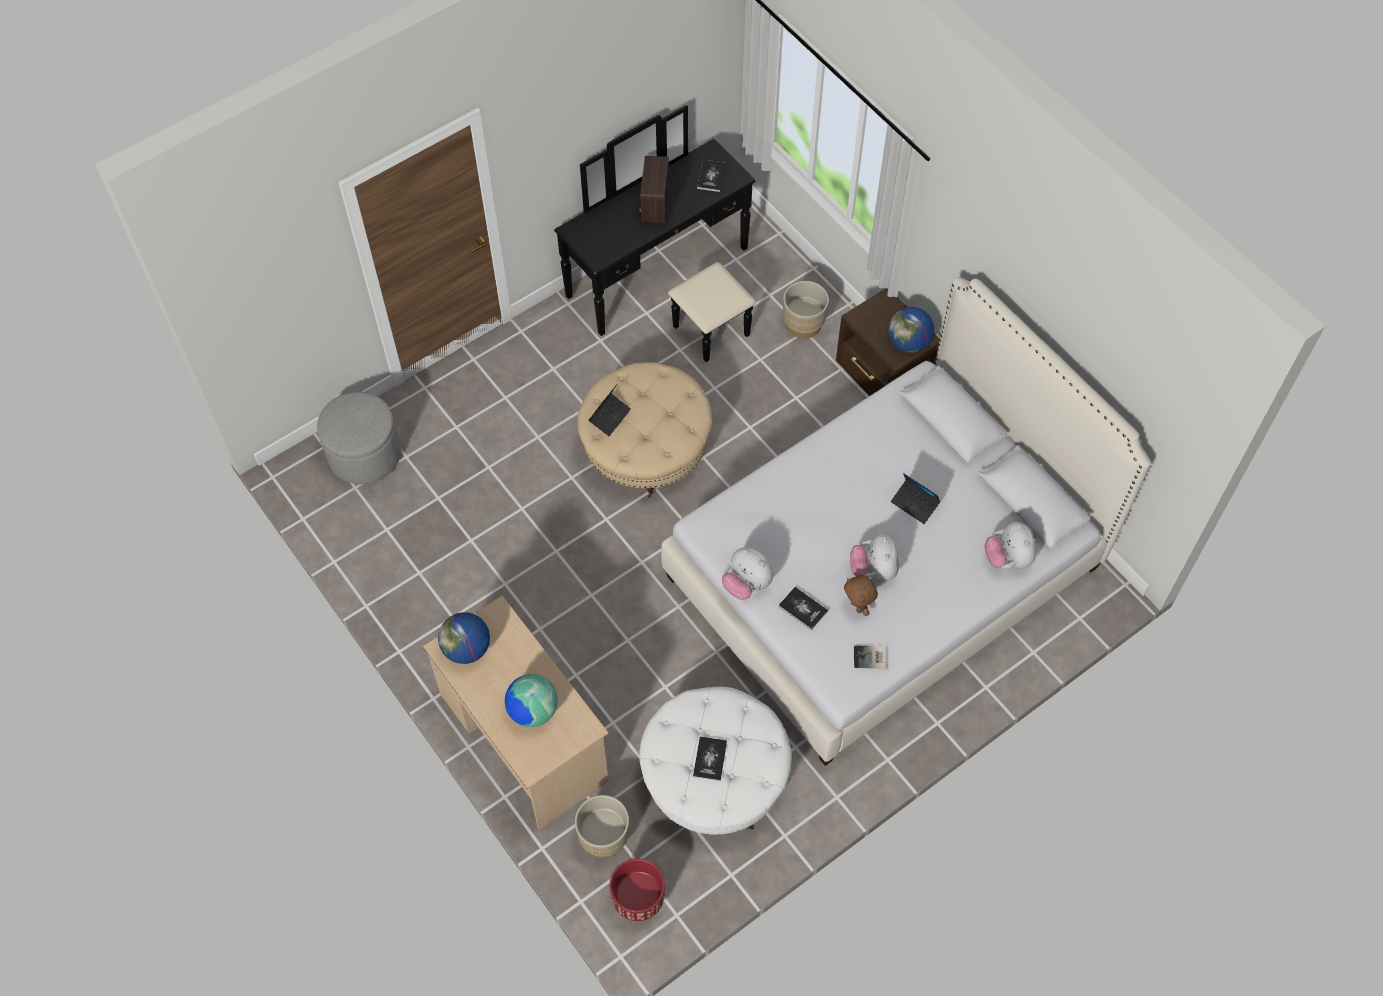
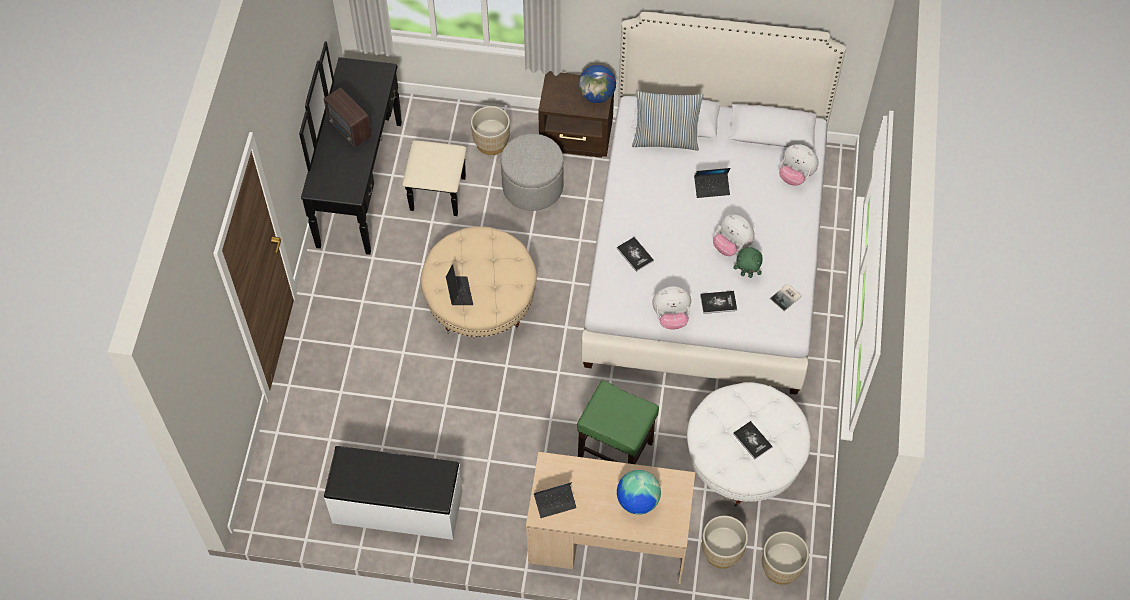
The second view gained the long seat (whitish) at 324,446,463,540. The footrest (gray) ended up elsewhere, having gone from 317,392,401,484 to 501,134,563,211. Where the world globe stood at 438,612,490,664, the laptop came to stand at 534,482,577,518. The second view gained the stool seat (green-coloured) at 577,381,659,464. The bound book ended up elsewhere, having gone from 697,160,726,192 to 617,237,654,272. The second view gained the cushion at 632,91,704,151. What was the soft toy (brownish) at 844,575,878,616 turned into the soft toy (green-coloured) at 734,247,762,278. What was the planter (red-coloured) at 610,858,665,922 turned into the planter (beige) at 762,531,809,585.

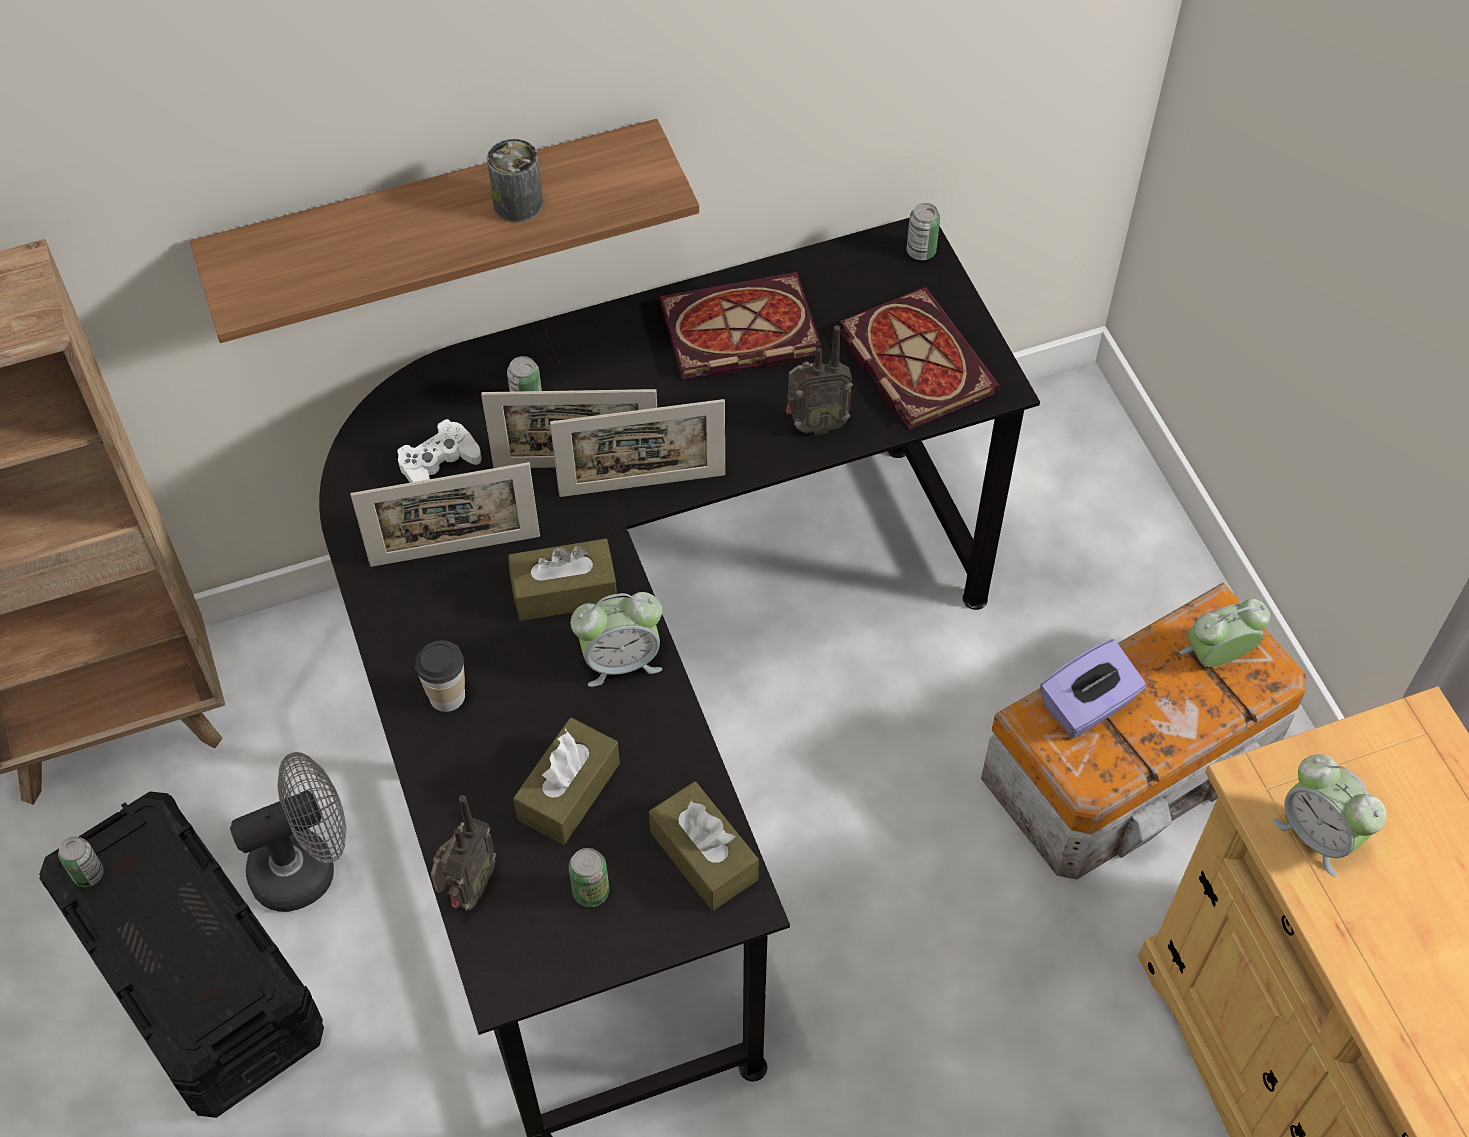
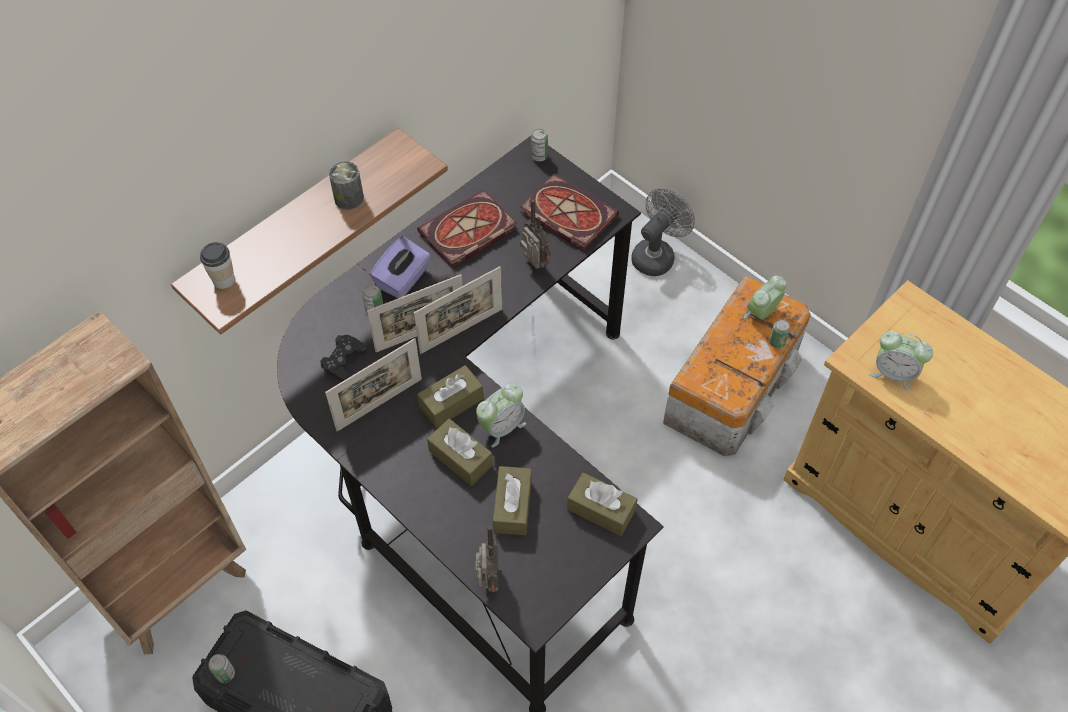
The small cup ended up elsewhere, having gone from 415,641,465,712 to 200,242,235,289. What was the gamepad (whitish) at 397,419,482,483 turned into the gamepad (black-coloured) at 320,335,367,382. The box of tissues (purple) ended up elsewhere, having gone from 1040,639,1146,738 to 370,236,431,298. The second view gained the box of tissues (brownish) at 427,419,493,486. The radio receiver at 786,325,853,435 ended up facing another way, 90 degrees counterclockwise from before. The fan (gray) ended up elsewhere, having gone from 230,752,347,912 to 631,188,695,276. The sealed can ended up elsewhere, having gone from 569,848,609,907 to 769,319,790,349.

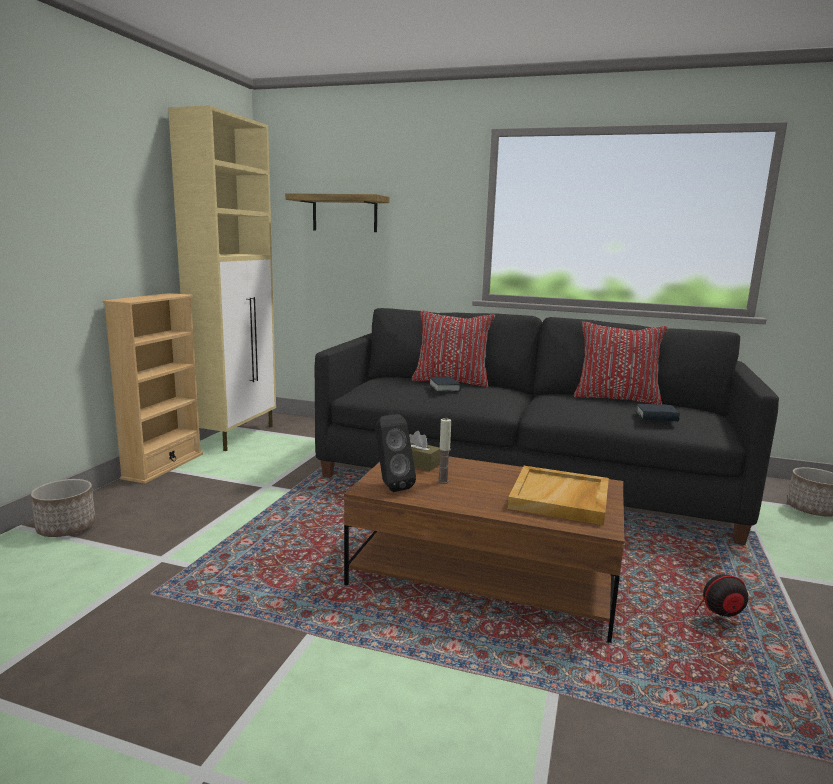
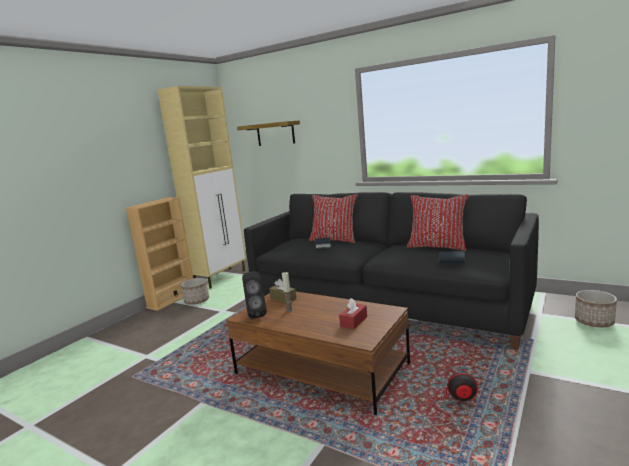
The planter ended up elsewhere, having gone from 31,479,95,537 to 181,278,209,305. Where the tray (beige) stood at 508,466,609,525, the box of tissues (red-coloured) came to stand at 339,298,367,329.

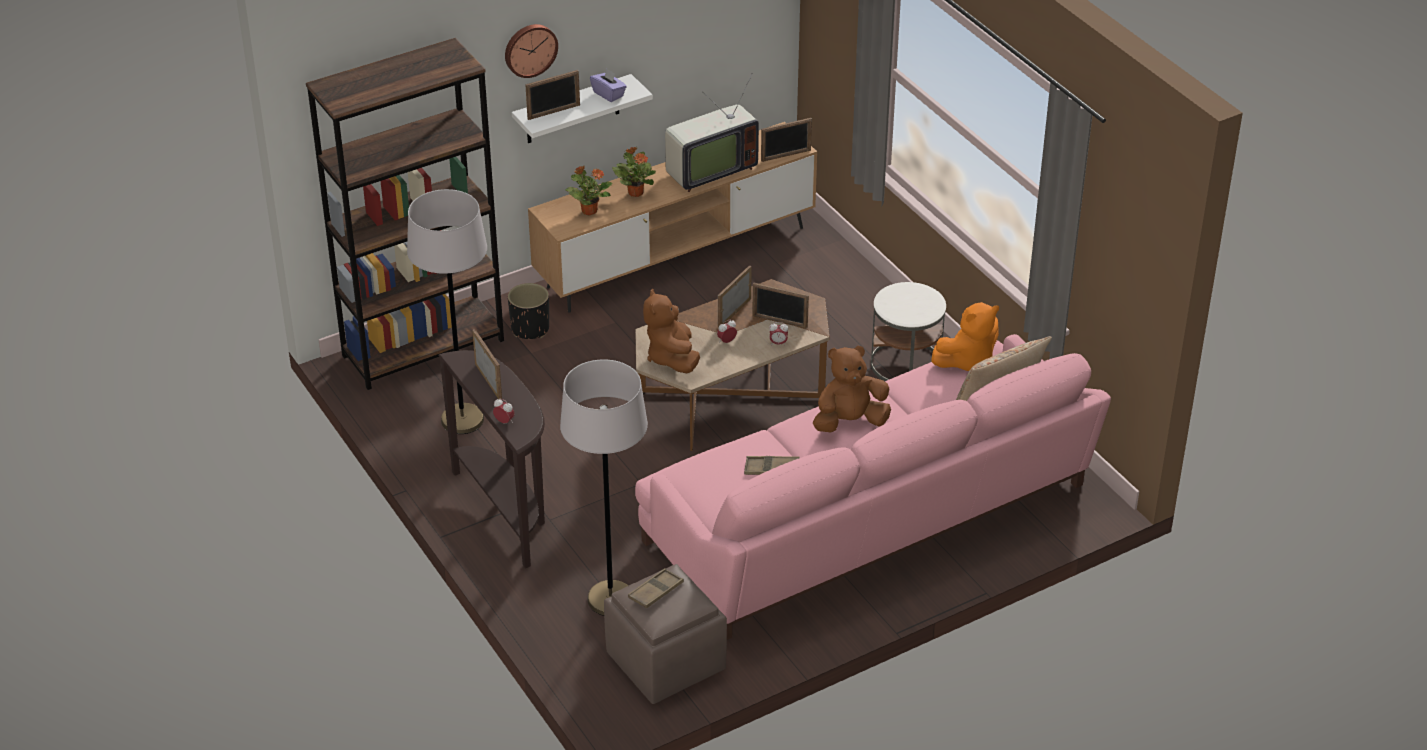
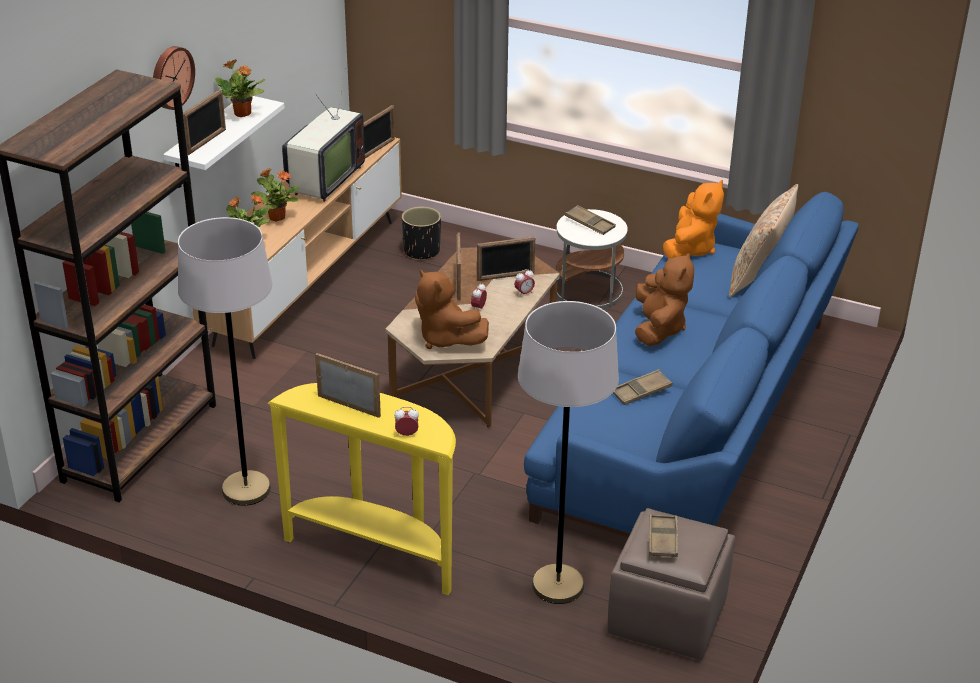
Where the box of tissues (purple) stood at 590,68,627,102, the potted plant came to stand at 215,59,265,117. What was the console table (brownish) at 438,350,545,568 turned into the console table (yellowish) at 267,383,456,595. The planter (black-coloured) ended up elsewhere, having gone from 508,283,549,339 to 402,207,441,260. What was the sofa (pink) at 635,334,1111,640 turned into the sofa (blue-coloured) at 524,192,859,537. The second view gained the tray (brownish) at 565,205,616,235. The soft toy (brownish) at 813,346,891,433 ended up facing another way, 150 degrees clockwise from before.

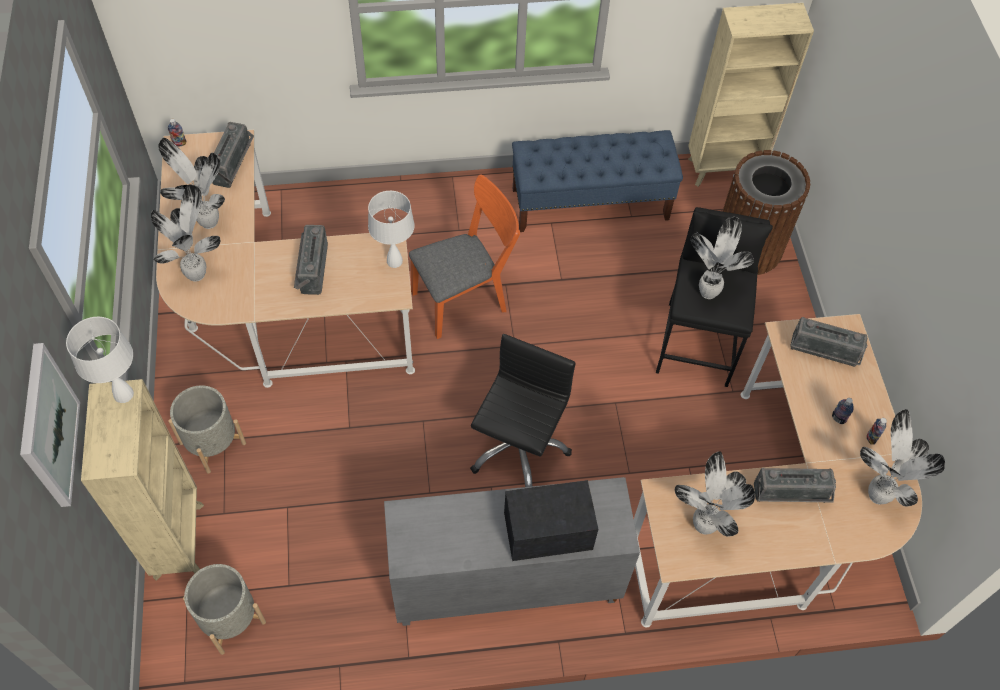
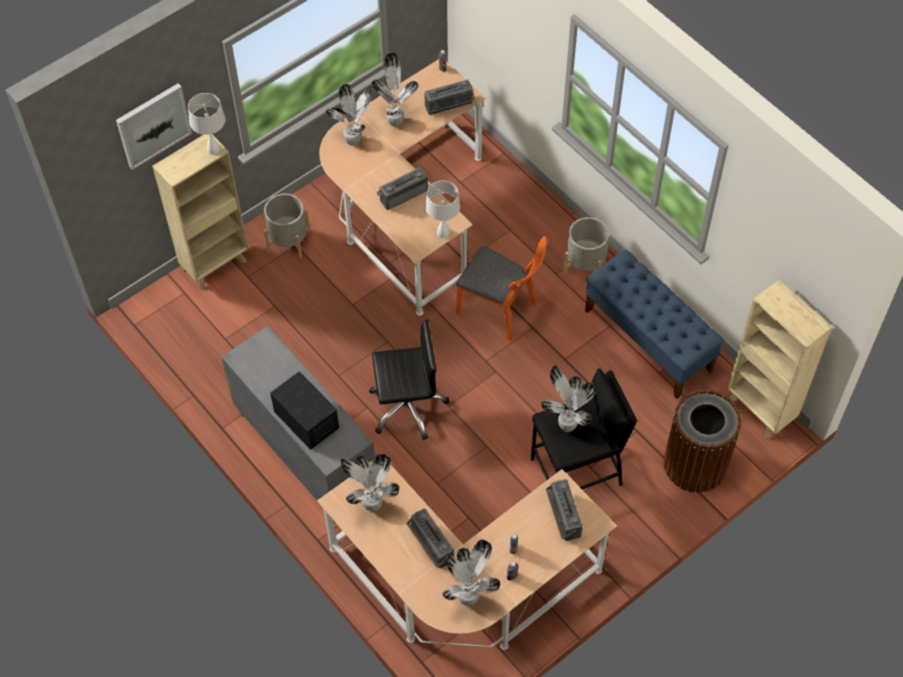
The planter (gray) ended up elsewhere, having gone from 183,564,266,655 to 563,217,610,275.

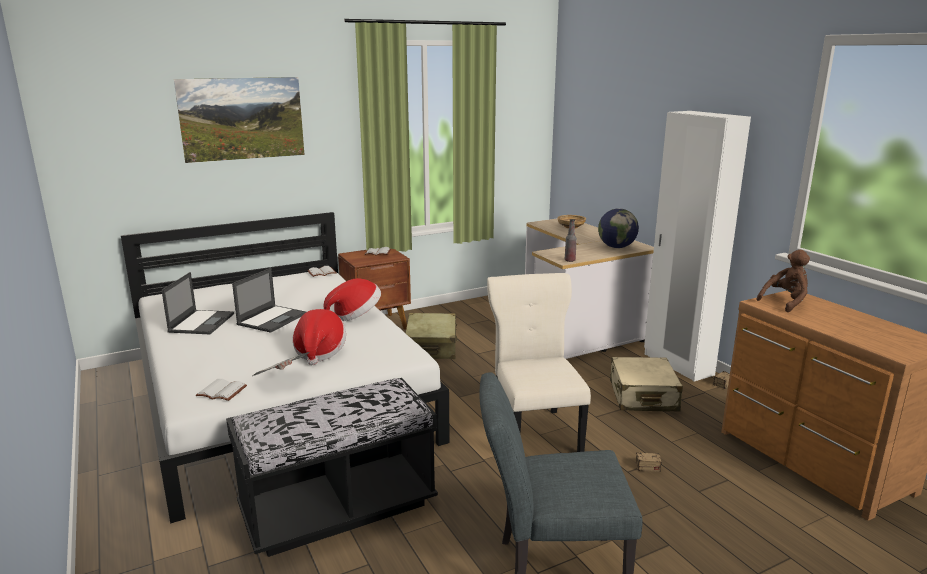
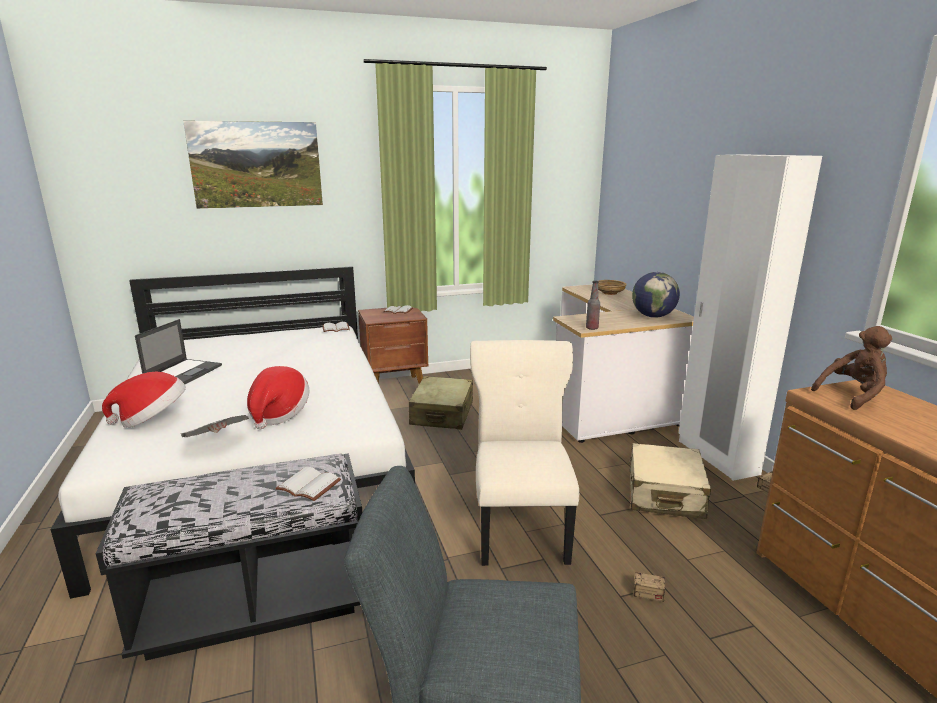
The clothing hat ended up elsewhere, having gone from 324,278,381,321 to 102,372,186,428. The bound book (whitish) ended up elsewhere, having gone from 195,379,247,401 to 275,467,341,501. The second view lost the laptop at 232,268,306,333.

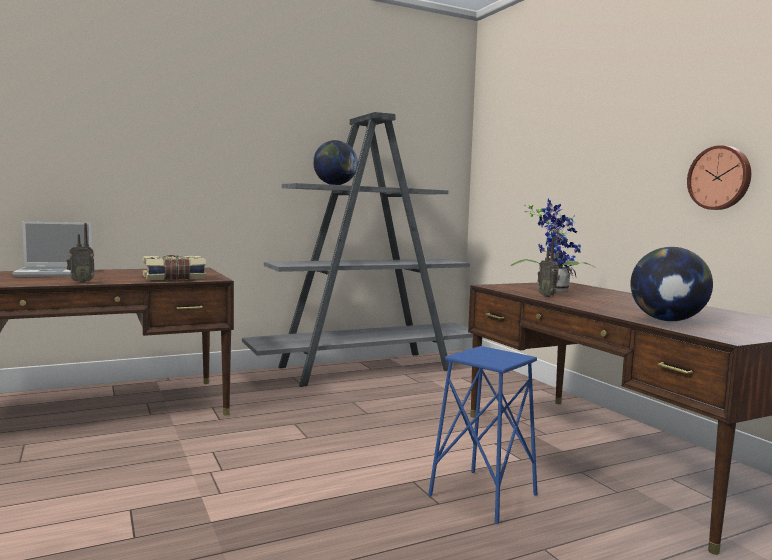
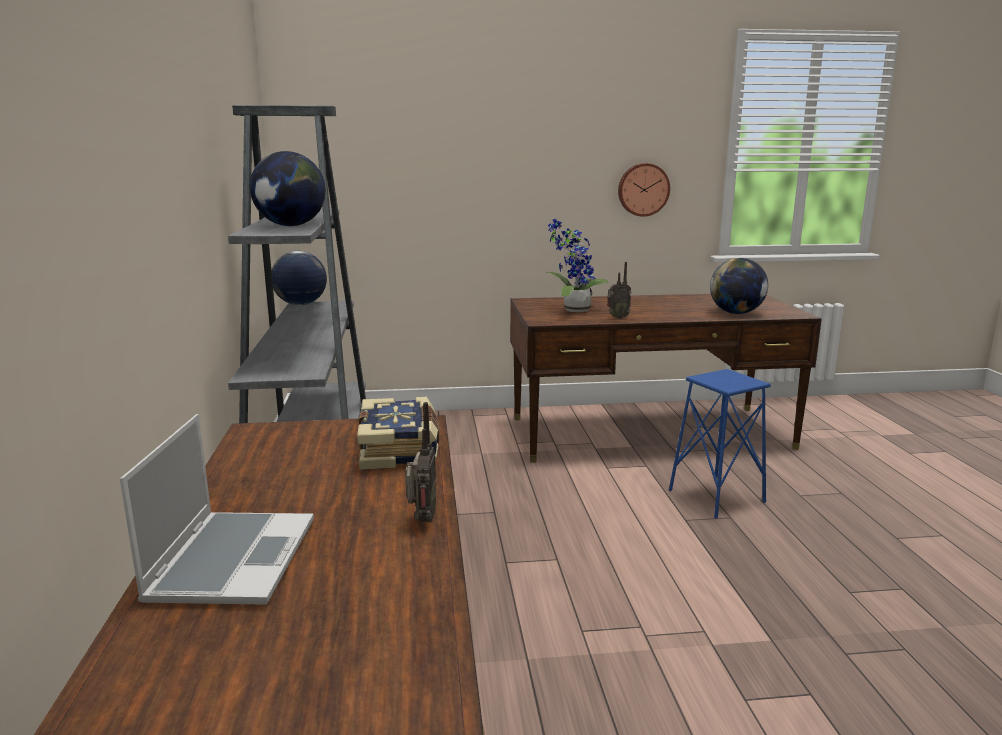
The second view gained the world globe at 272,251,327,305.

